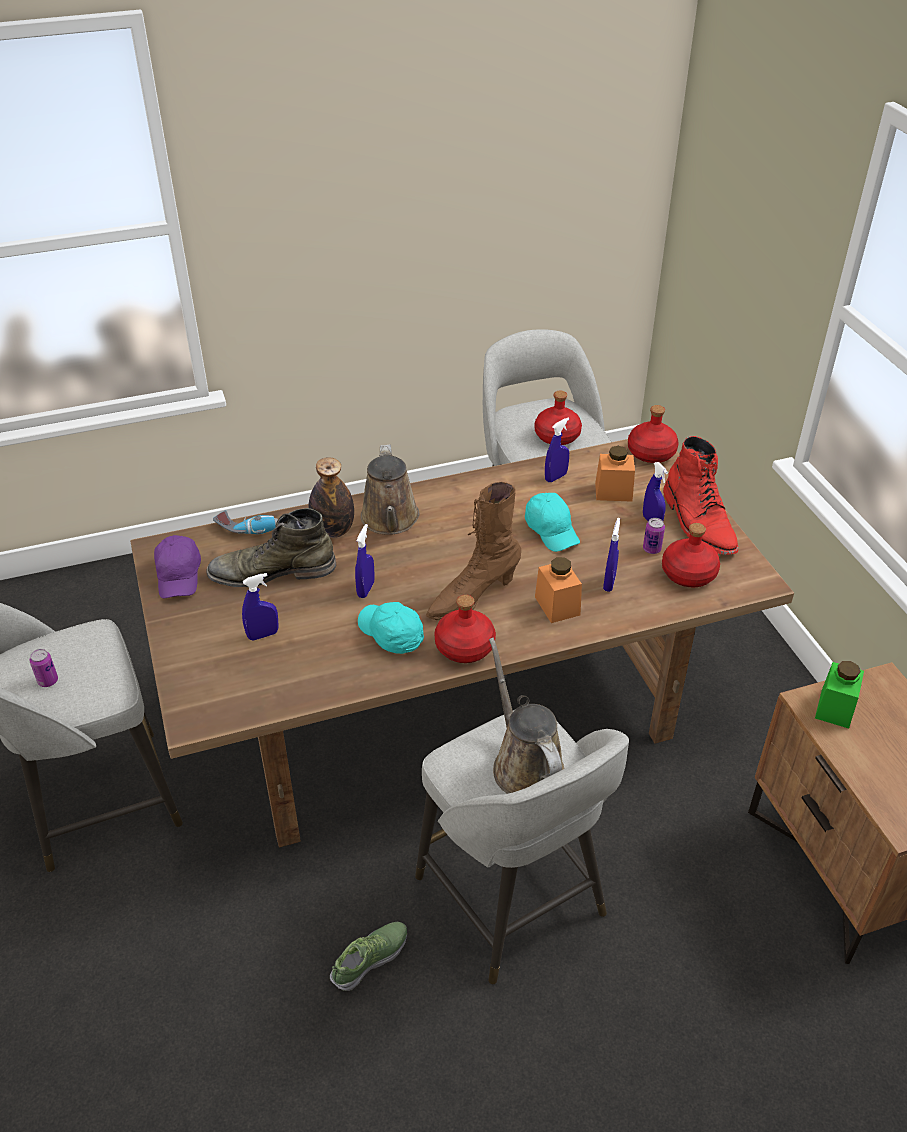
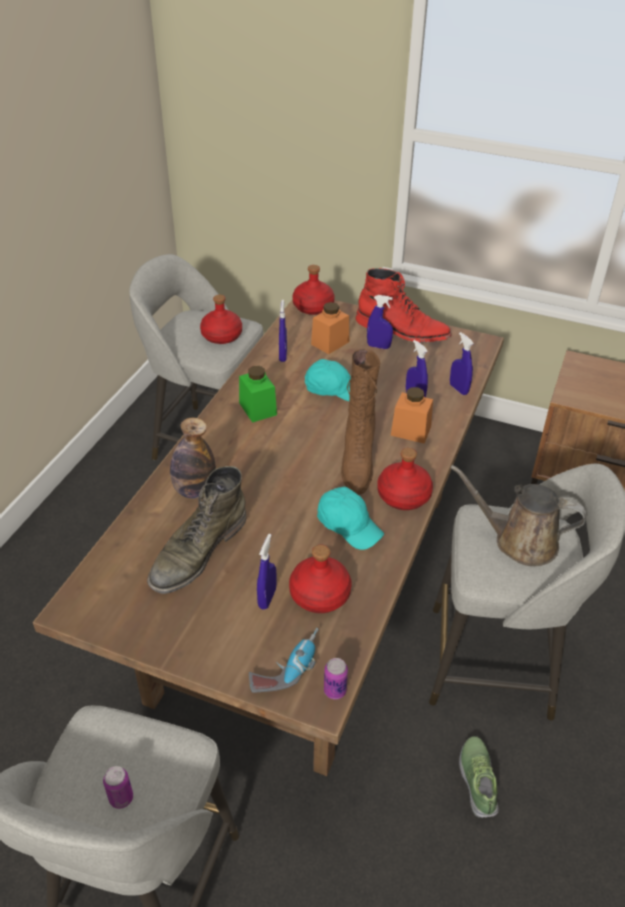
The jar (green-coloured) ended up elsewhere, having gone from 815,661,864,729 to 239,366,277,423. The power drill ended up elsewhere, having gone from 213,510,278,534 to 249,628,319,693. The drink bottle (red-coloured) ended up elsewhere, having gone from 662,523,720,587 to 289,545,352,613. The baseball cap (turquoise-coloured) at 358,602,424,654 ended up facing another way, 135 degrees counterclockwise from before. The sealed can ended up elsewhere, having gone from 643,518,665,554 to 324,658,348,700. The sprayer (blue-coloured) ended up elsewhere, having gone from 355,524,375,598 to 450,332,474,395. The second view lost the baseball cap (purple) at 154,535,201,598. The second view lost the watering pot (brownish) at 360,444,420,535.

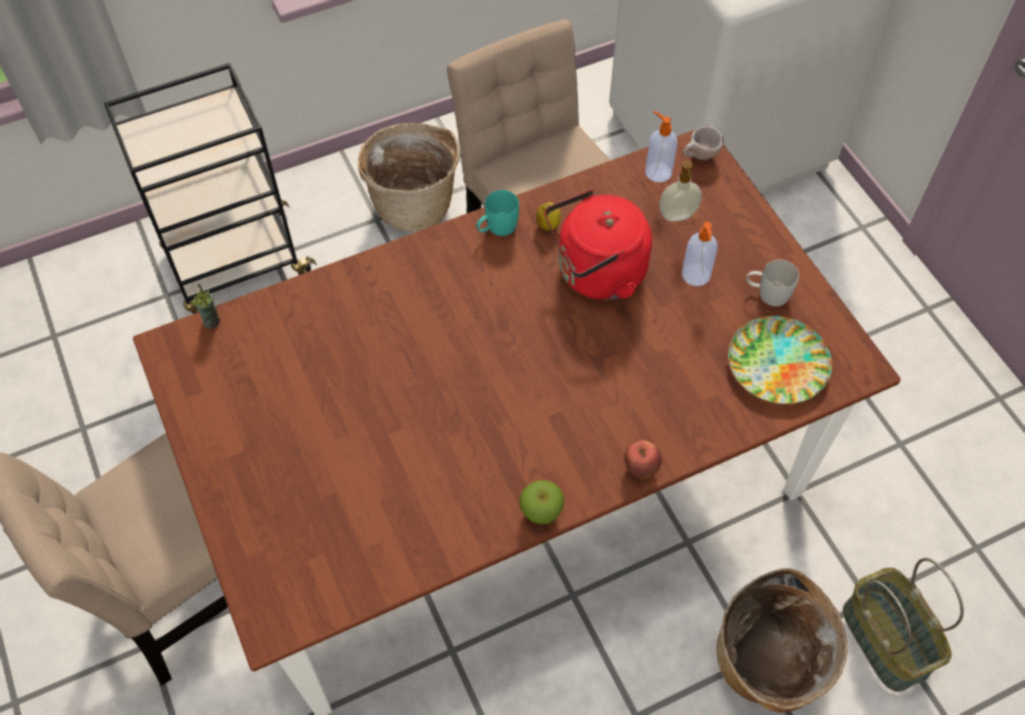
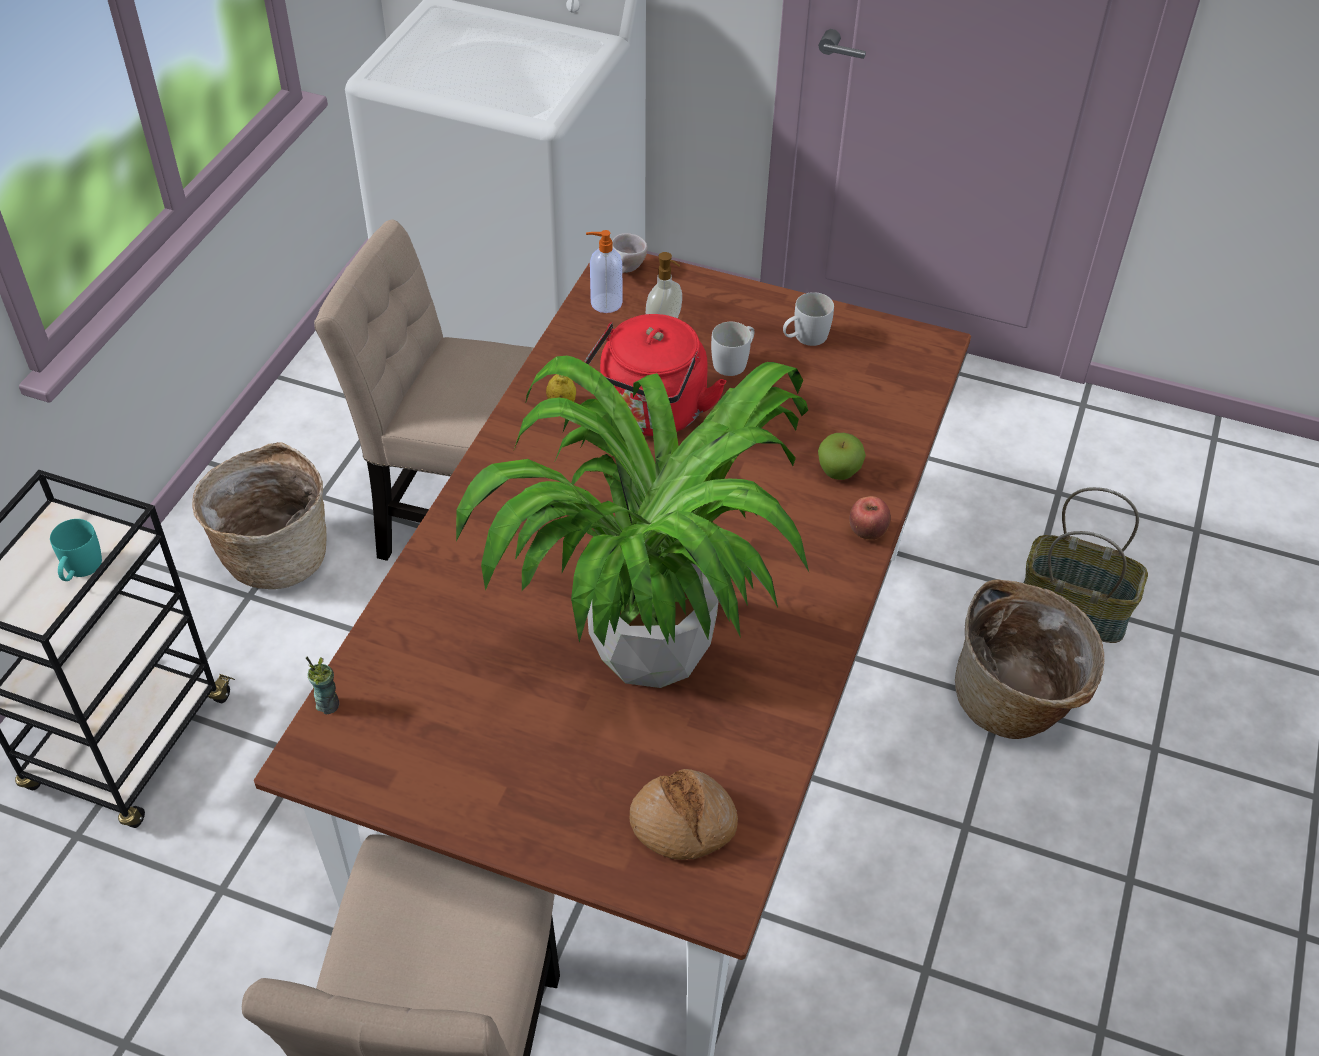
The coffee mug (turquoise-coloured) ended up elsewhere, having gone from 477,190,519,236 to 50,519,102,581. The second view gained the potted plant at 456,356,809,688. The second view gained the bakery bread at 630,769,738,860. Where the soap dispenser stood at 682,222,717,286, the coffee mug (whitish) came to stand at 711,322,755,376. The apple ended up elsewhere, having gone from 519,480,564,524 to 818,433,866,480. The second view lost the dinner plate at 728,316,832,404.

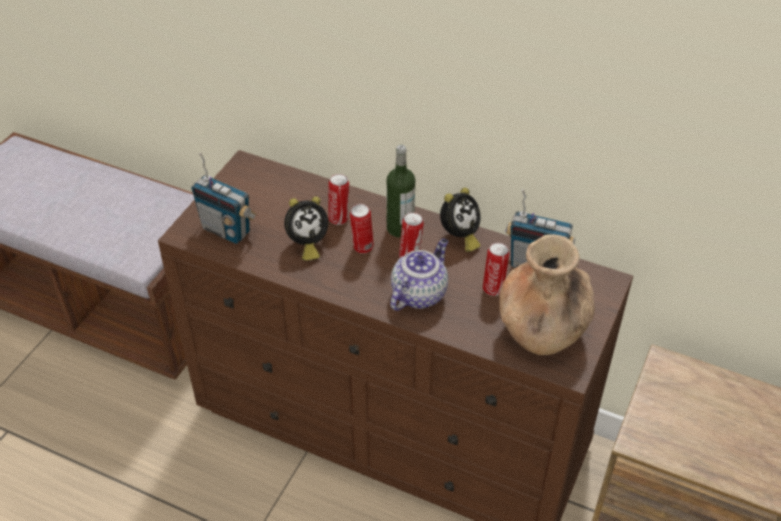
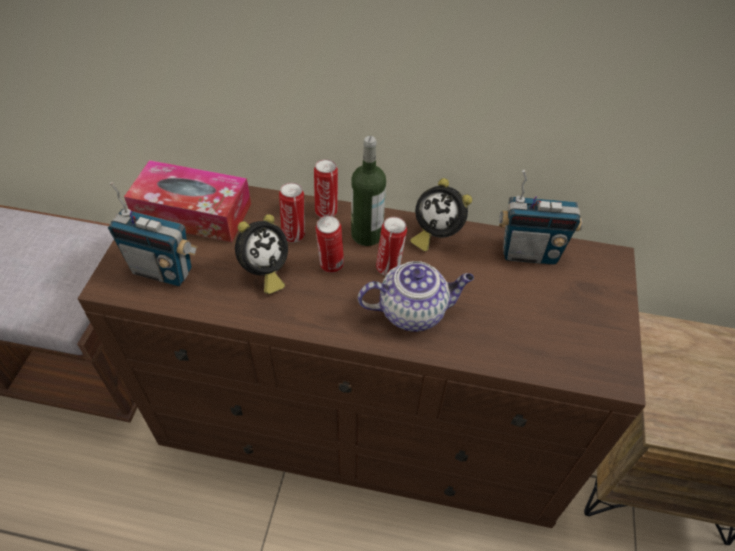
The second view gained the box of tissues at 124,160,251,242. The sealed can ended up elsewhere, having gone from 483,243,509,296 to 314,159,338,217. The tea pot at 390,239,448,311 ended up facing another way, 60 degrees clockwise from before. The bedside clock at 440,188,481,252 ended up facing another way, 90 degrees clockwise from before. The second view lost the decorative vase (brownish) at 499,234,595,355.

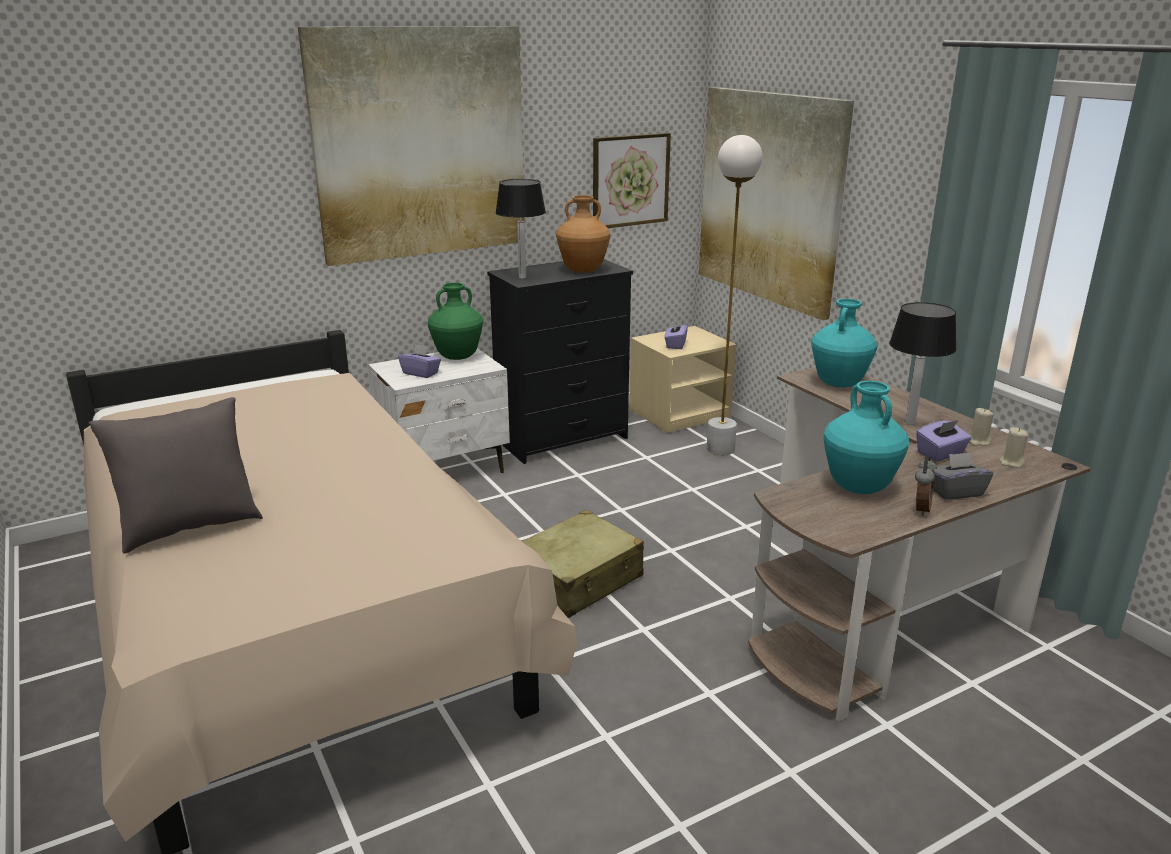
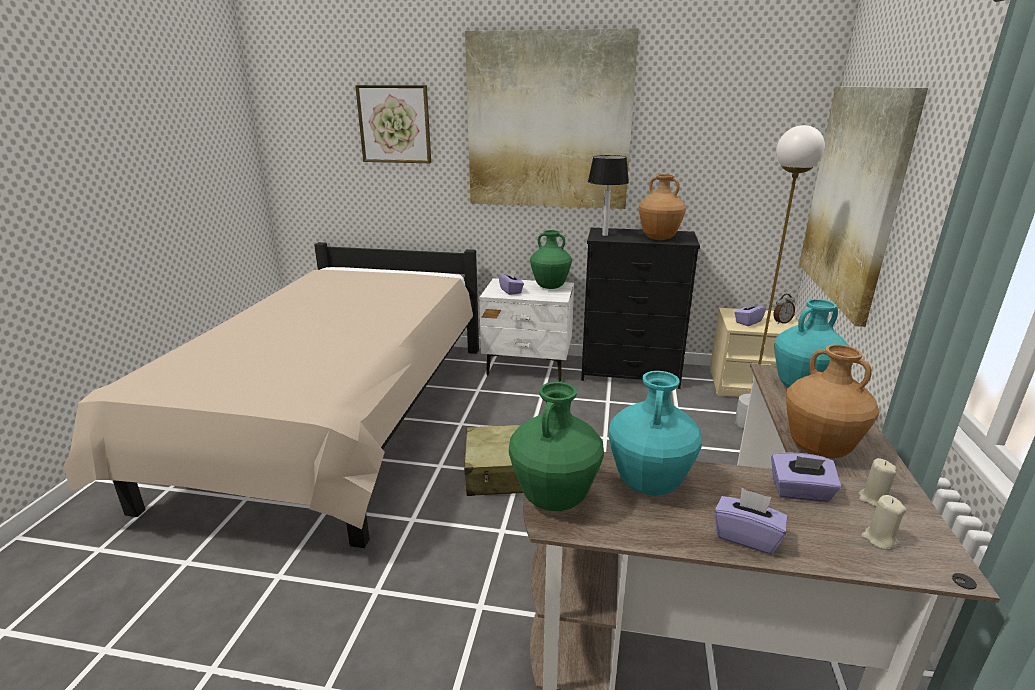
The wall art ended up elsewhere, having gone from 593,133,671,228 to 355,85,431,163. The second view gained the decorative vase (green-coloured) at 509,382,604,511. What was the box of tissues (gray) at 931,452,993,500 turned into the box of tissues (purple) at 714,488,787,555. The bedside clock ended up elsewhere, having gone from 915,456,937,516 to 774,294,795,324. Where the tabletop lamp stood at 889,302,957,425, the decorative vase (brownish) came to stand at 786,344,880,458. The second view lost the cushion (gray) at 89,397,263,554.

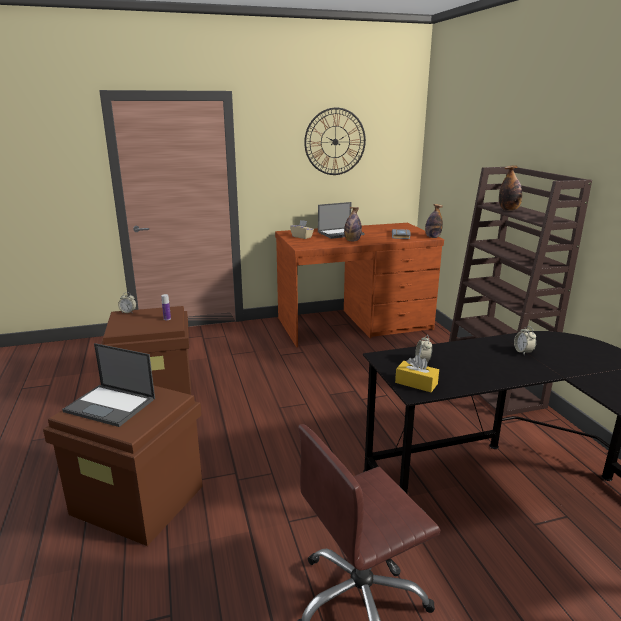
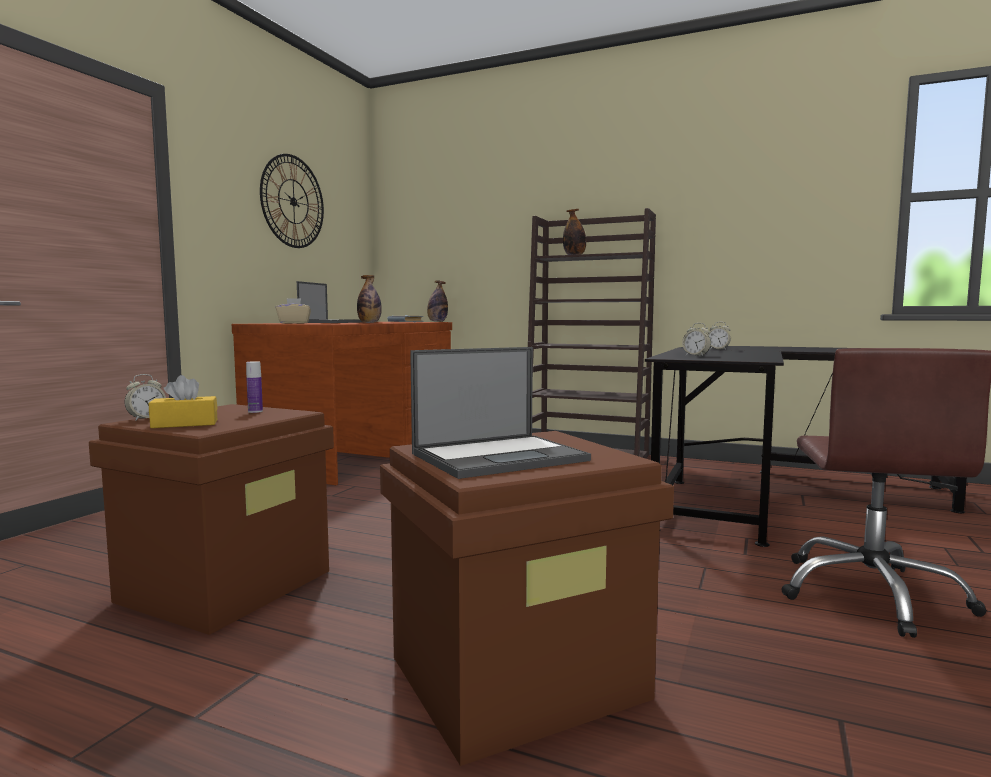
The box of tissues (yellowish) ended up elsewhere, having gone from 395,355,439,392 to 149,375,218,428.

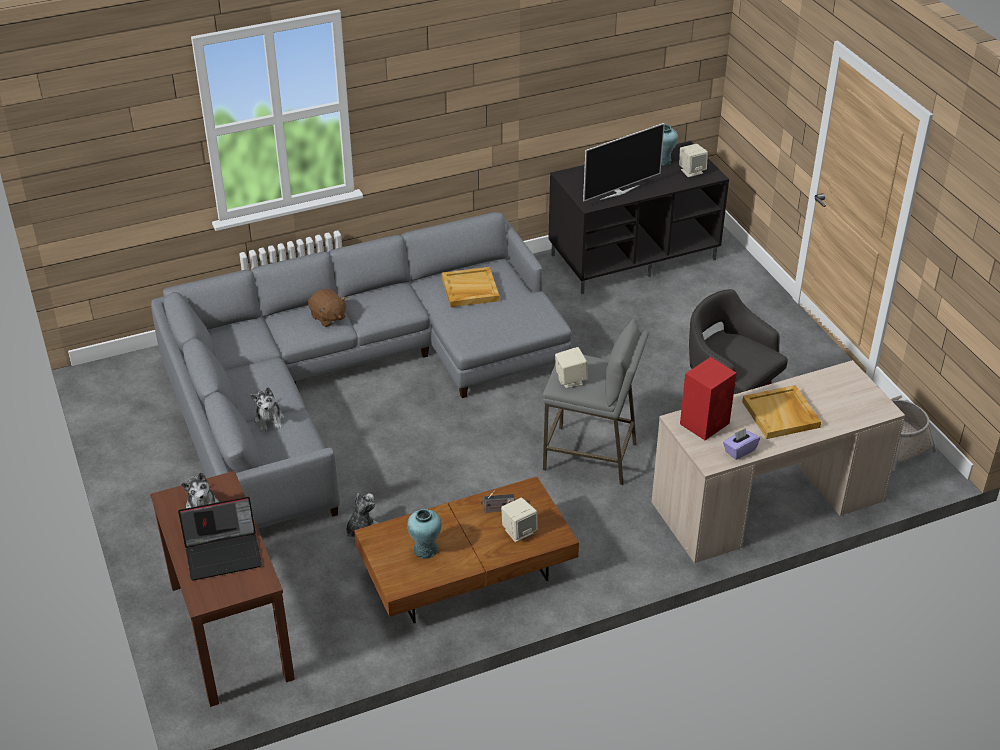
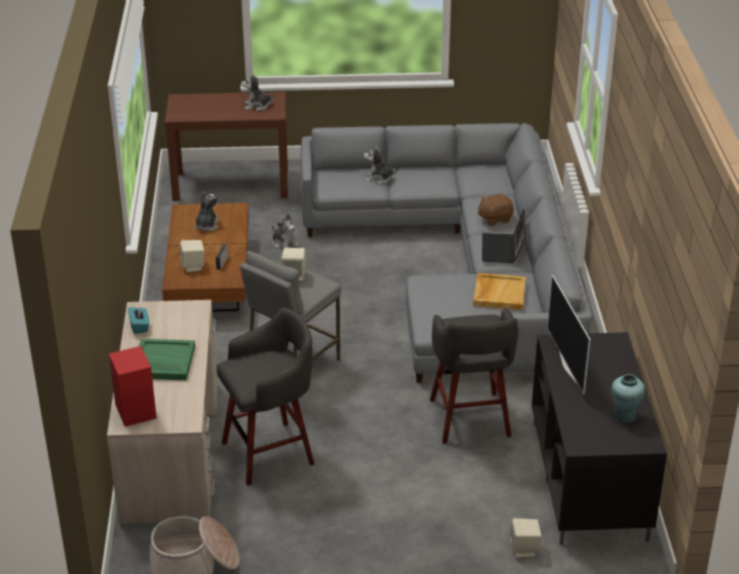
The loudspeaker (red-coloured) ended up elsewhere, having gone from 680,357,736,440 to 109,346,157,427. What was the box of tissues (purple) at 723,428,760,460 turned into the box of tissues (turquoise-coloured) at 128,307,149,334. What was the tray (beige) at 742,385,821,439 turned into the tray (green-coloured) at 139,339,195,380. Where the decorative vase (turquoise-coloured) stood at 407,509,441,559, the soft toy came to stand at 195,191,219,231. The second view gained the stool seat (gray) at 430,308,518,444. The laptop ended up elsewhere, having gone from 178,497,262,581 to 482,209,525,263. The loudspeaker (beige) ended up elsewhere, having gone from 679,144,708,177 to 509,518,542,558.

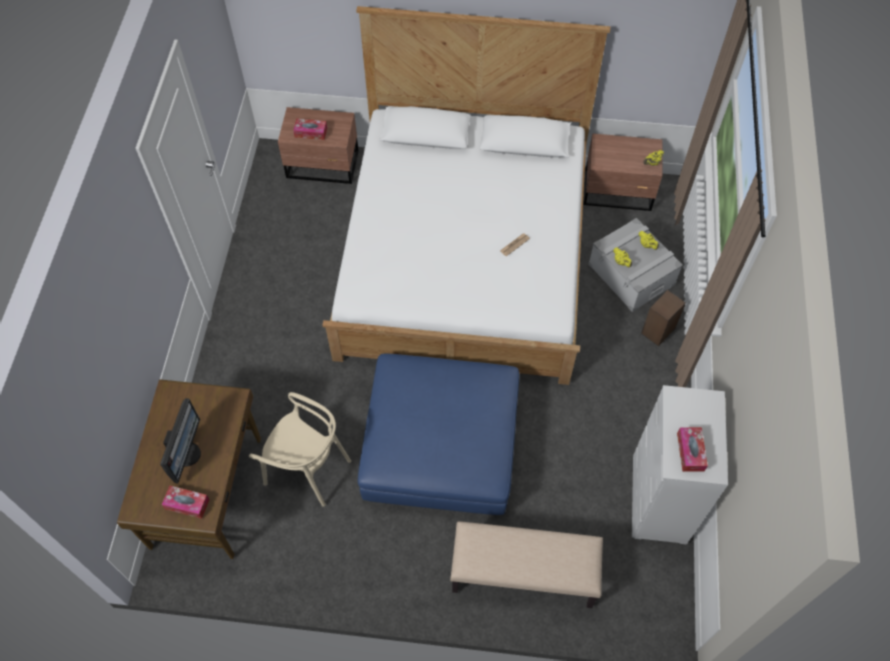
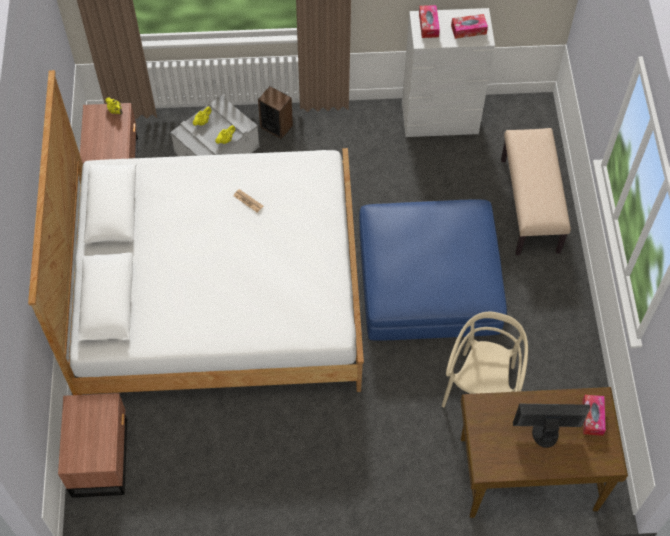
The box of tissues ended up elsewhere, having gone from 293,118,327,140 to 419,5,440,38.

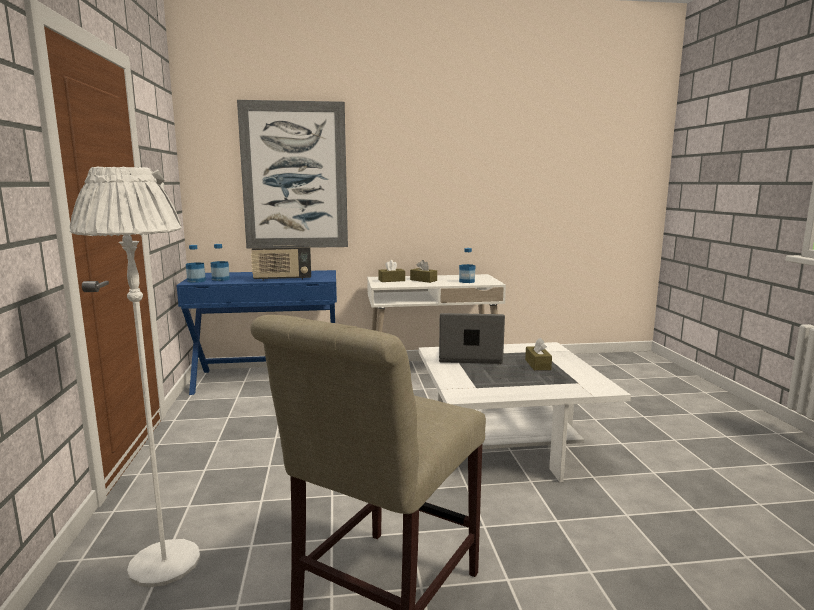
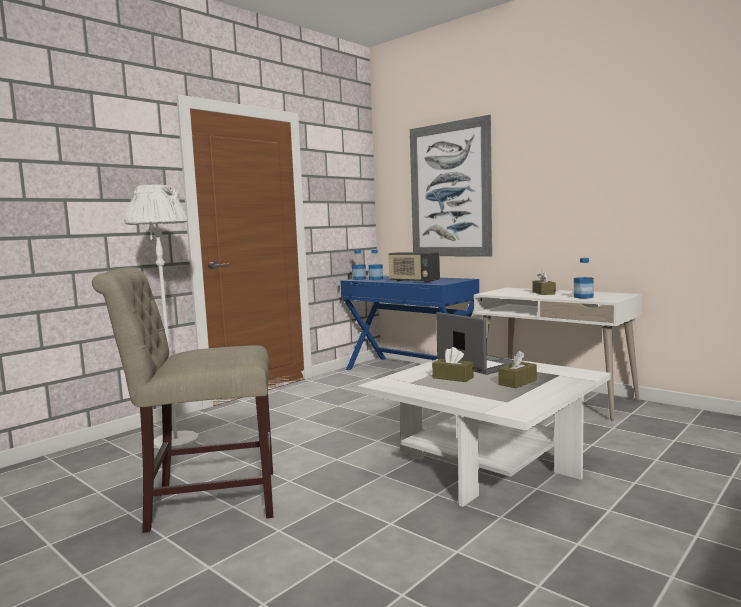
The box of tissues (brownish) ended up elsewhere, having gone from 378,260,405,282 to 432,347,474,382.

